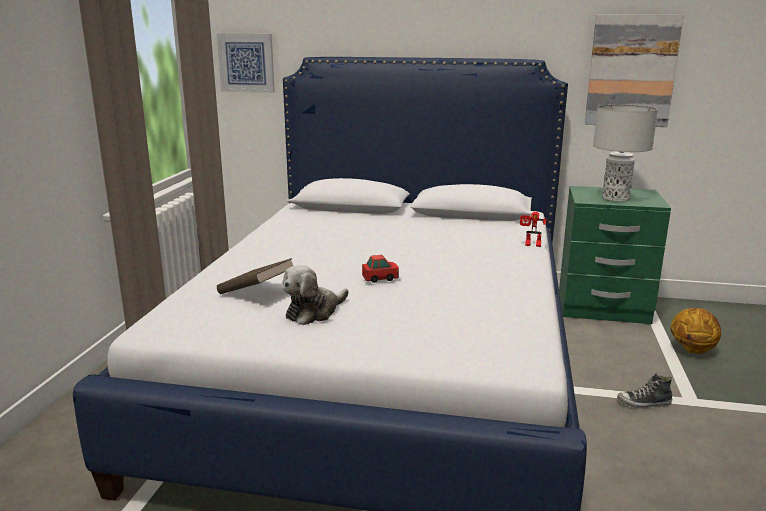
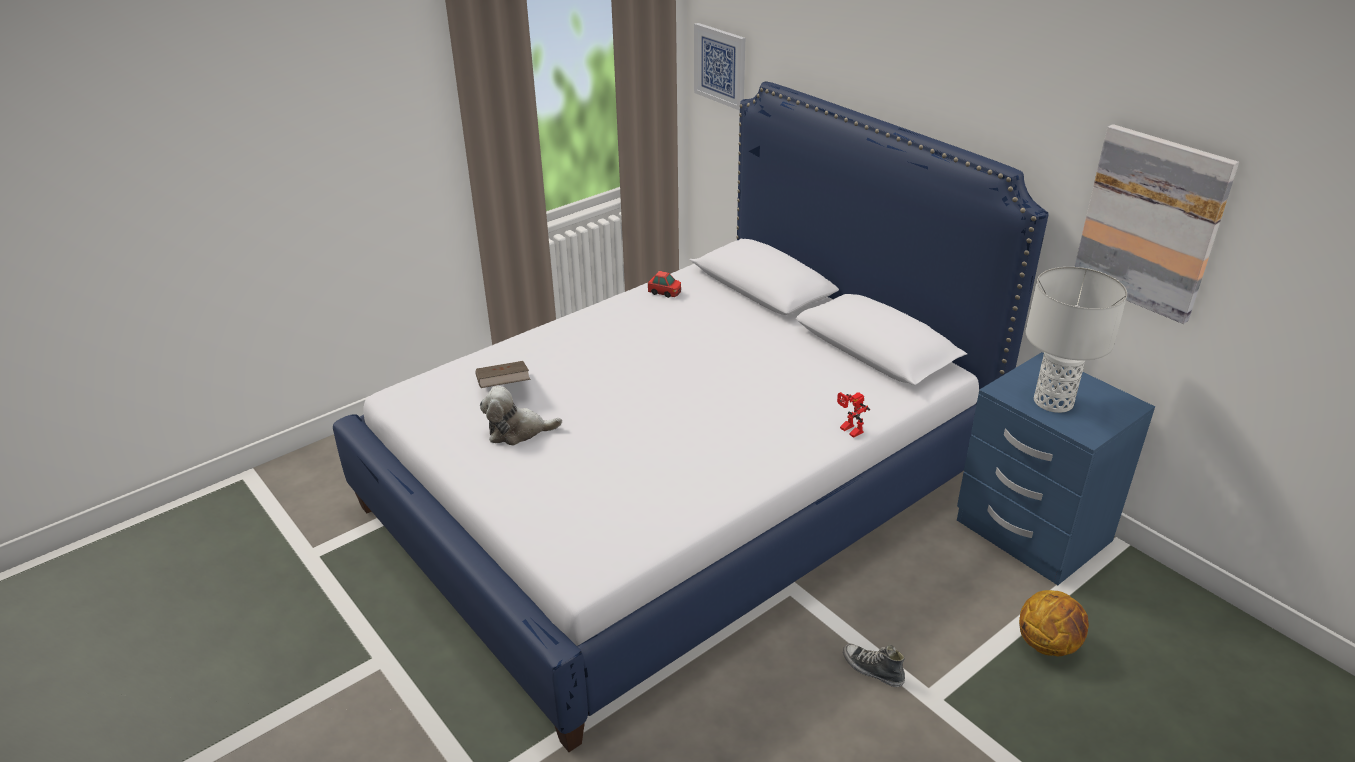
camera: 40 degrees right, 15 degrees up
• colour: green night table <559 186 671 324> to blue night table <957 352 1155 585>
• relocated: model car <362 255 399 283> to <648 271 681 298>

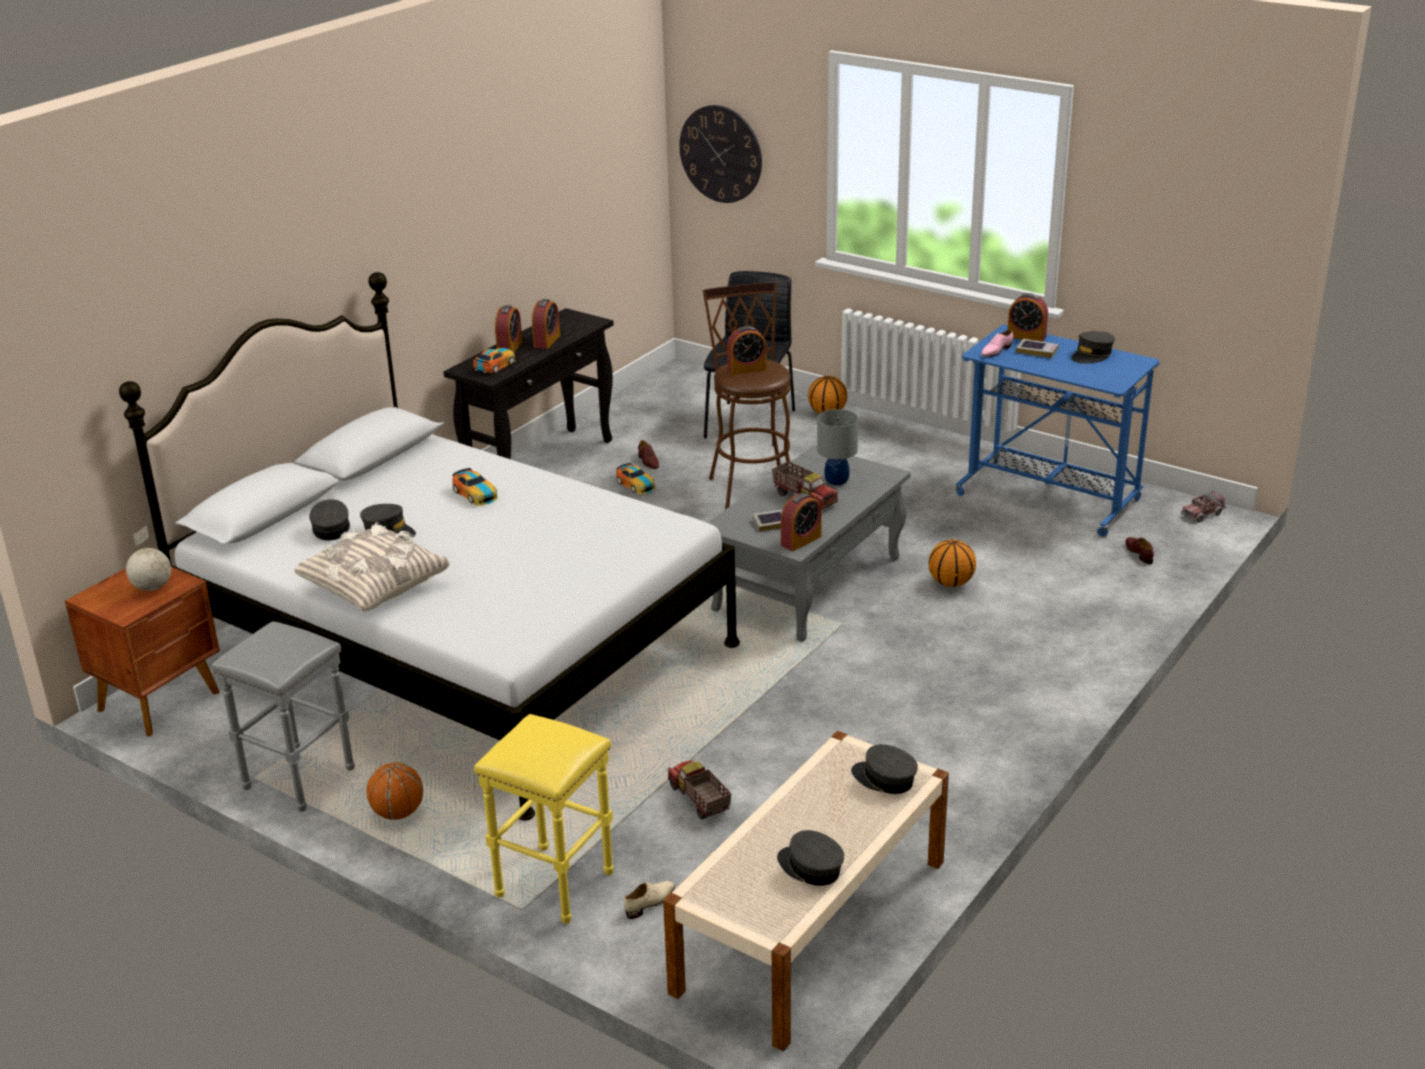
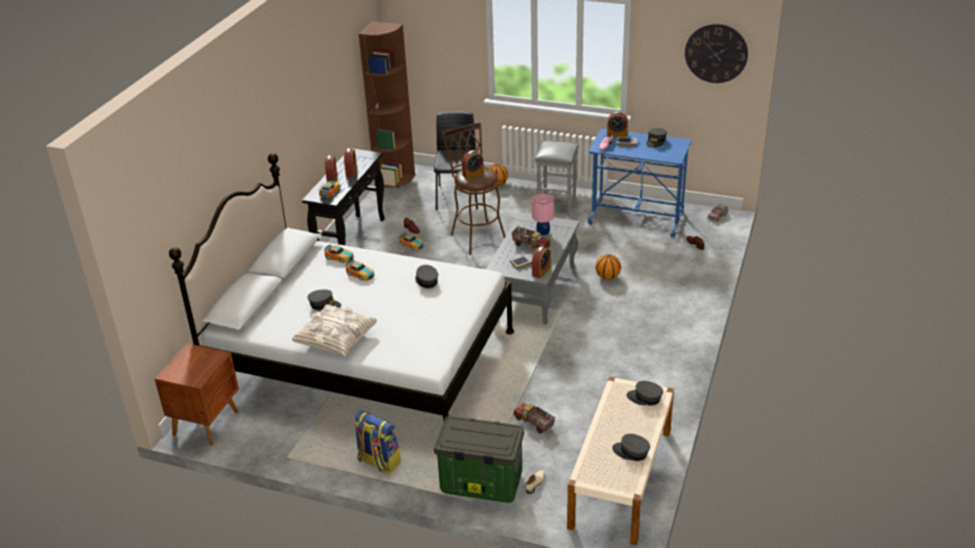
camera: 15 degrees left, 5 degrees up
• relocated: wall clock <679 105 762 203> to <685 24 748 83>
• colour: greyish lamp for a table <817 409 858 485> to pink lamp for a table <532 194 554 235>
• relocated: greyish peaked cap <309 499 350 541> to <415 265 438 288>
• missing: world globe <126 526 171 591>
• relocated: greyish stool seat <212 621 355 812> to <535 141 579 216>
• exchanged: yellow-coloured stool seat <474 714 614 924> to storage container <434 416 524 503>
• exchanged: basketball ball <367 762 423 820> to knapsack <354 410 401 474>
• appeared: brownish bookcase <359 21 415 188>
• appeared: model car <324 245 354 263>

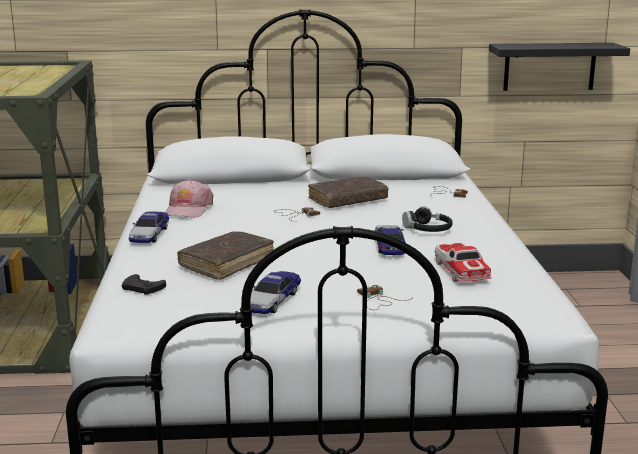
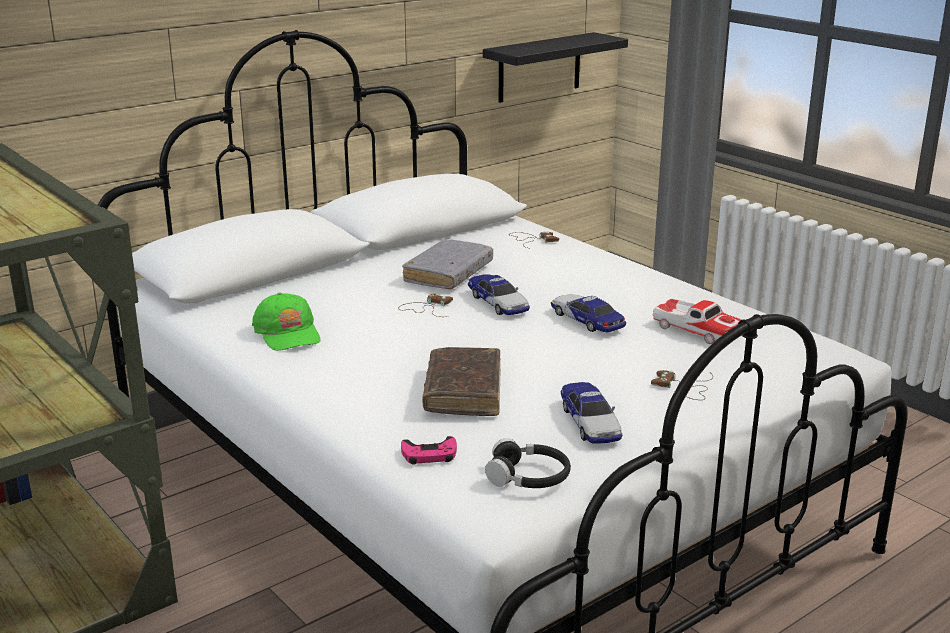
camera: 35 degrees left, 5 degrees up
• colour: brownish bound book <308 176 389 208> to greyish bound book <402 239 493 289>
• colour: pink peaked cap <165 179 213 218> to green peaked cap <252 292 321 351>
• relocated: black pair of headphones <402 207 453 232> to <485 438 571 488>
• relocated: model car <129 212 169 243> to <468 274 530 315>
• colour: black joypad <122 274 166 295> to pink joypad <401 436 457 464>

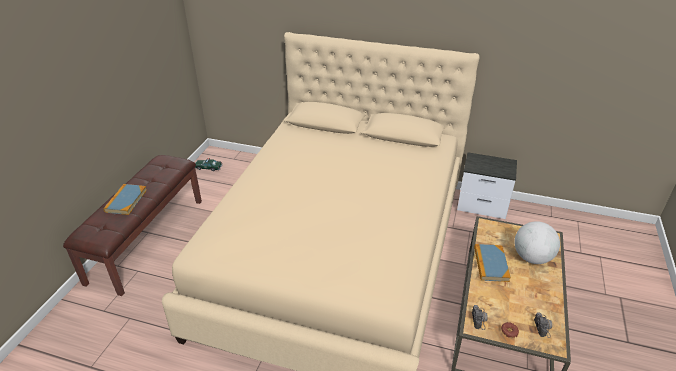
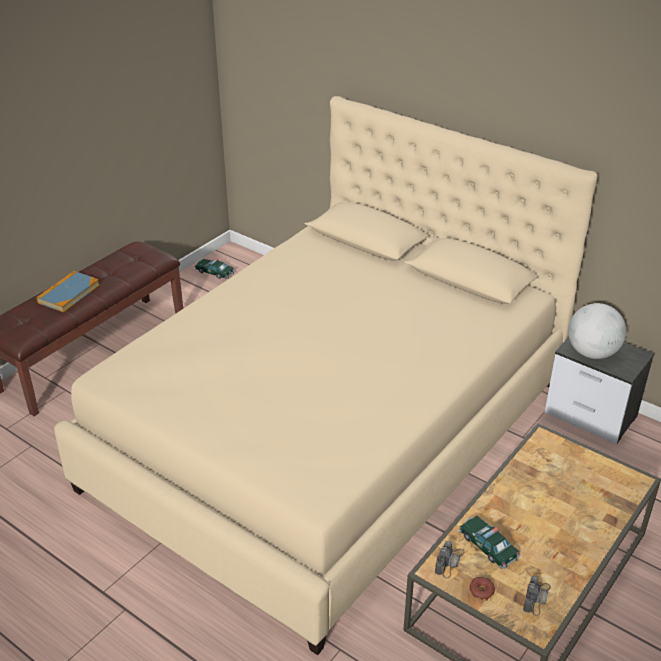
camera: 20 degrees right, 0 degrees up
• relocated: world globe <514 221 560 264> to <568 303 626 359>
• missing: bound book <474 244 511 282>
• appeared: model car <459 516 520 569>

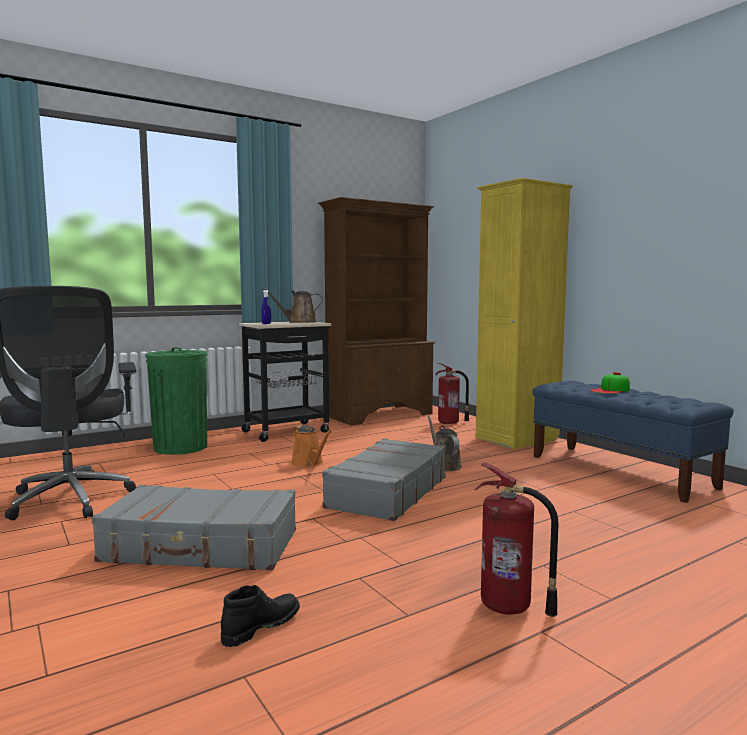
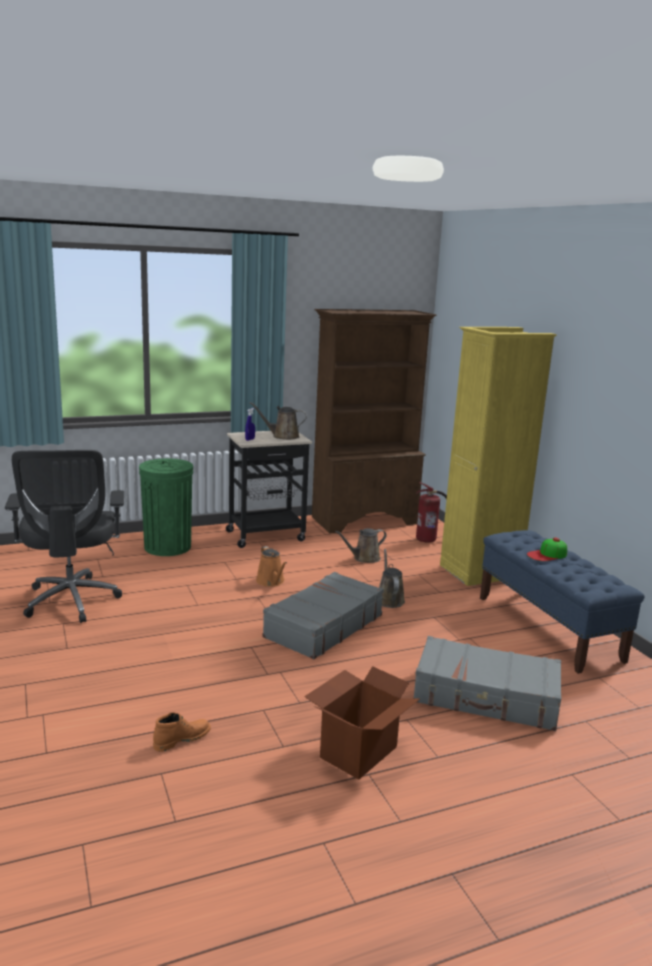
camera: 10 degrees right, 10 degrees up
• exchanged: fire-fighting cylinder <475 462 558 617> to packing box <304 666 420 779>
• relocated: greyish travel case <92 485 296 571> to <413 636 561 731>
• colour: black boot <221 585 300 647> to orangey boot <153 712 211 752>
• appeared: brownish sprinkling can <335 528 387 563>

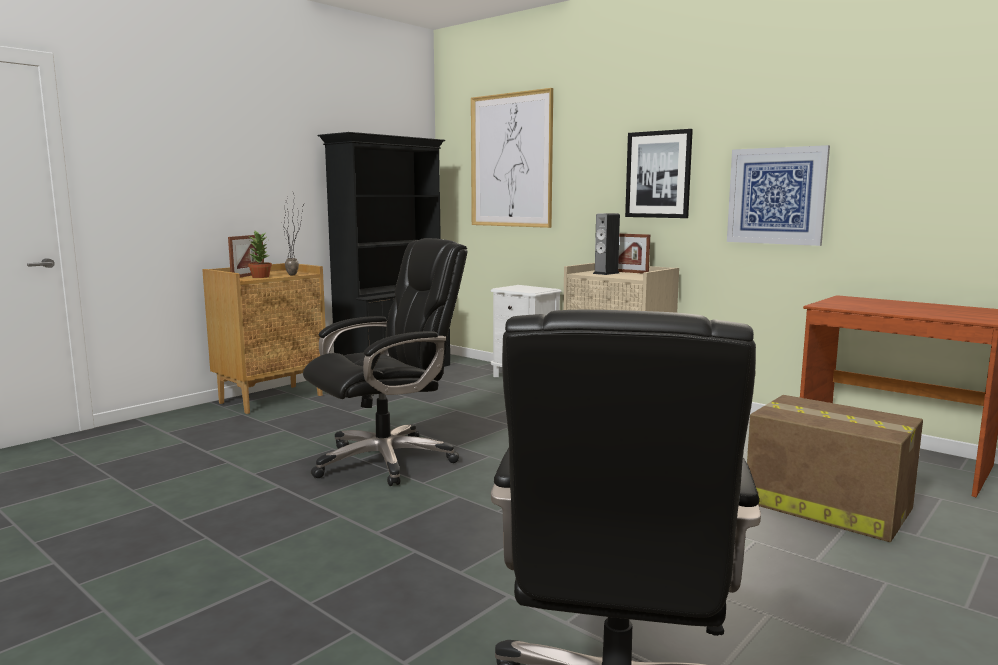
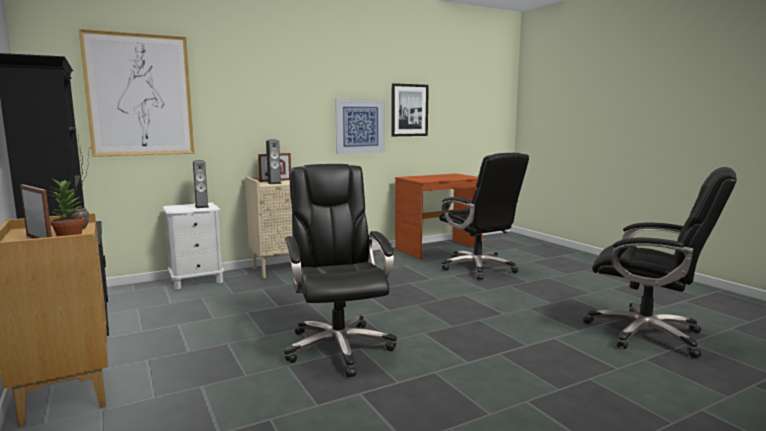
camera: 70 degrees left, 0 degrees up
• relocated: picture <625 129 693 218> to <391 83 429 136>
• exchanged: packing box <747 395 923 542> to black desk chair <439 153 529 280>
• appeared: audio speaker <193 160 209 208>

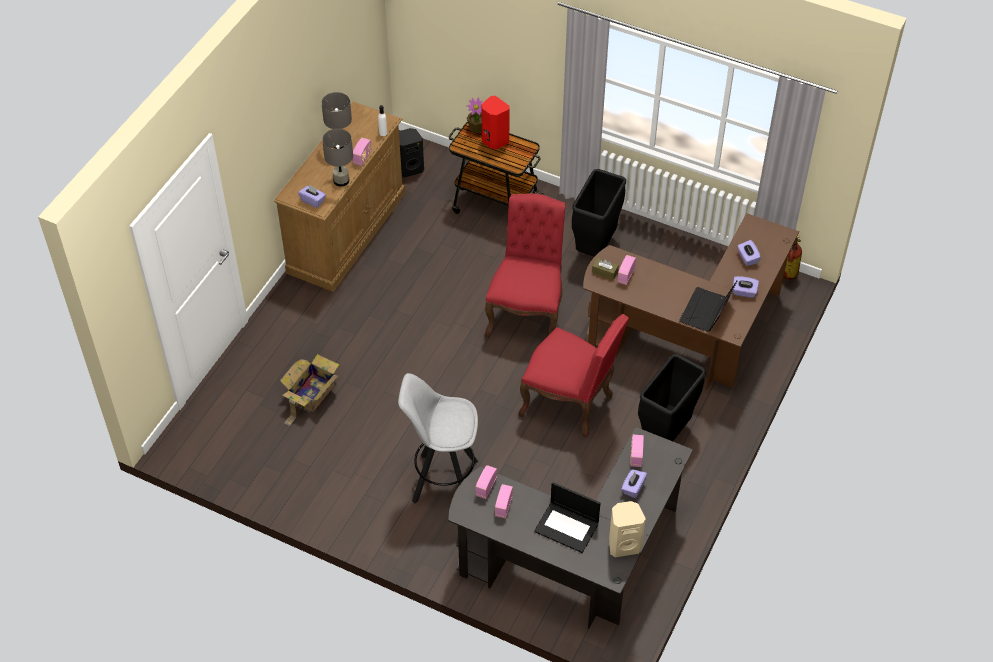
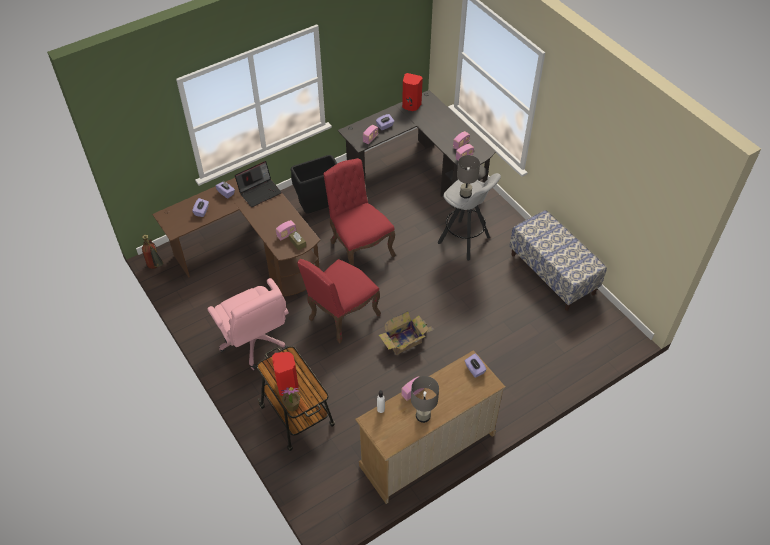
camera: 150 degrees left, 0 degrees up
• missing: black audio speaker <399 128 424 177>
• relocated: greyish lamp for a table <322 129 353 187> to <457 155 480 199>
• exchanged: black waste bin <572 169 626 257> to pink desk chair <208 278 289 371>
• relocated: packing box <280 354 339 426> to <379 311 434 355>
• missing: portable computer <534 482 600 553>
• colour: beige audio speaker <609 501 646 558> to reddish audio speaker <402 73 423 111>
• appeared: bench <509 210 607 311>

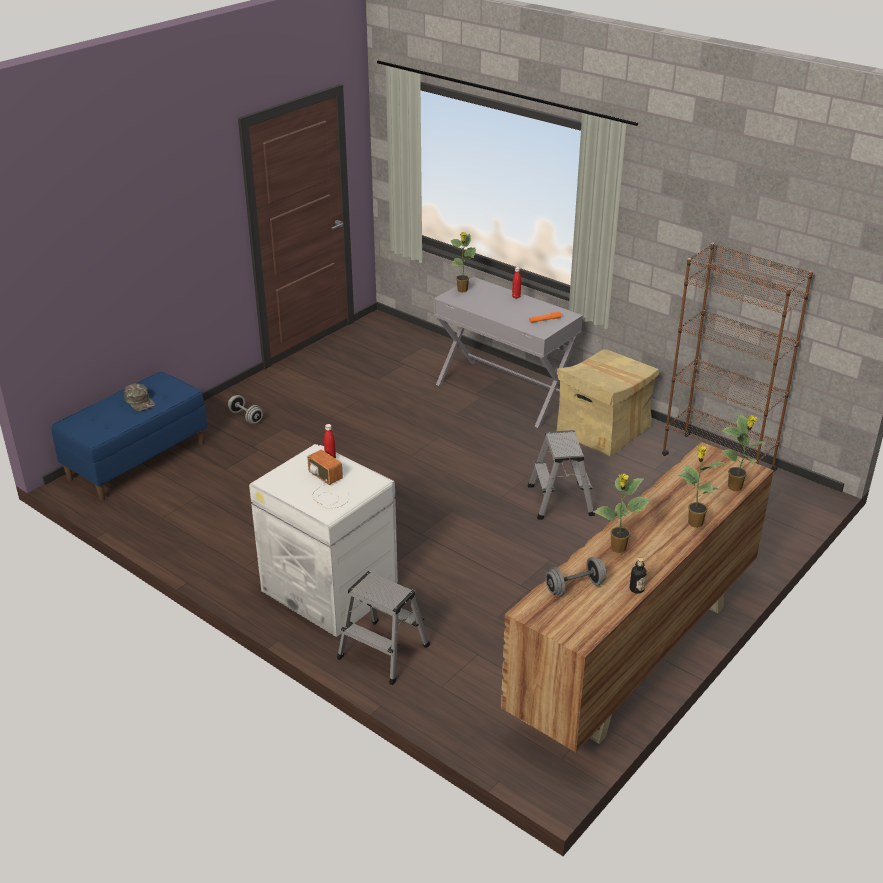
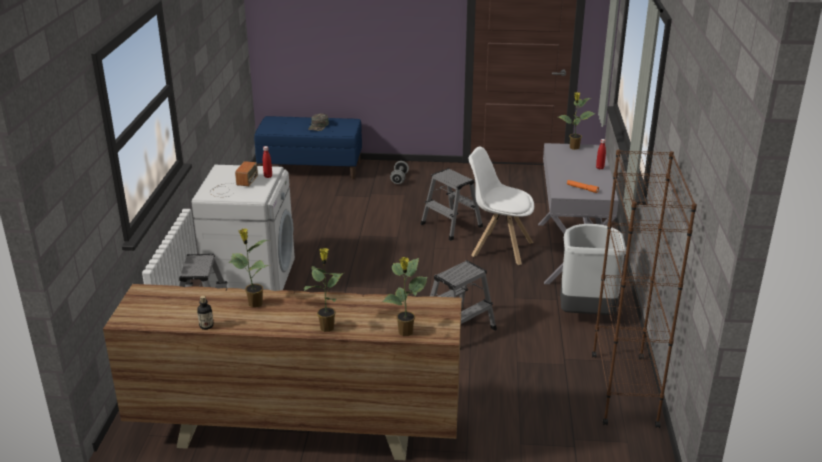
camera: 55 degrees right, 5 degrees down
• exchanged: packing box <557 350 659 456> to greyish waste bin <560 224 626 315>
• missing: greyish hand weight <545 557 607 596>
• appeared: white chair <468 146 534 265>
• appeared: greyish stepladder <420 168 483 241>

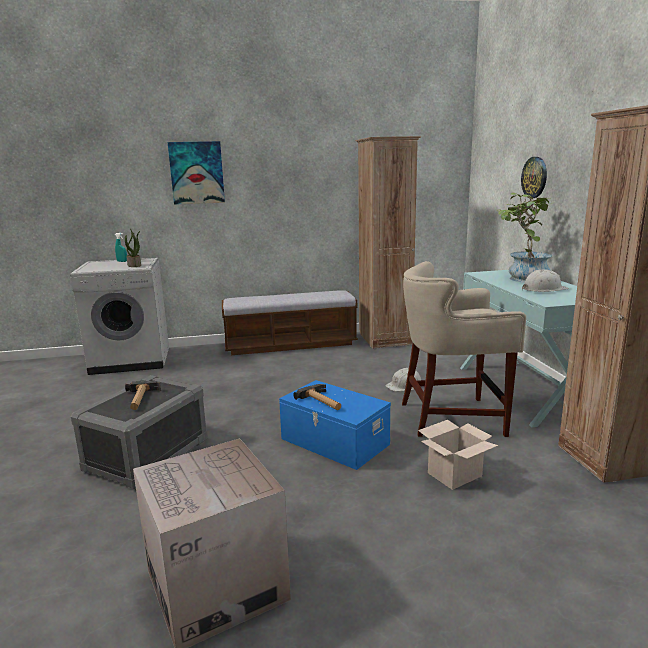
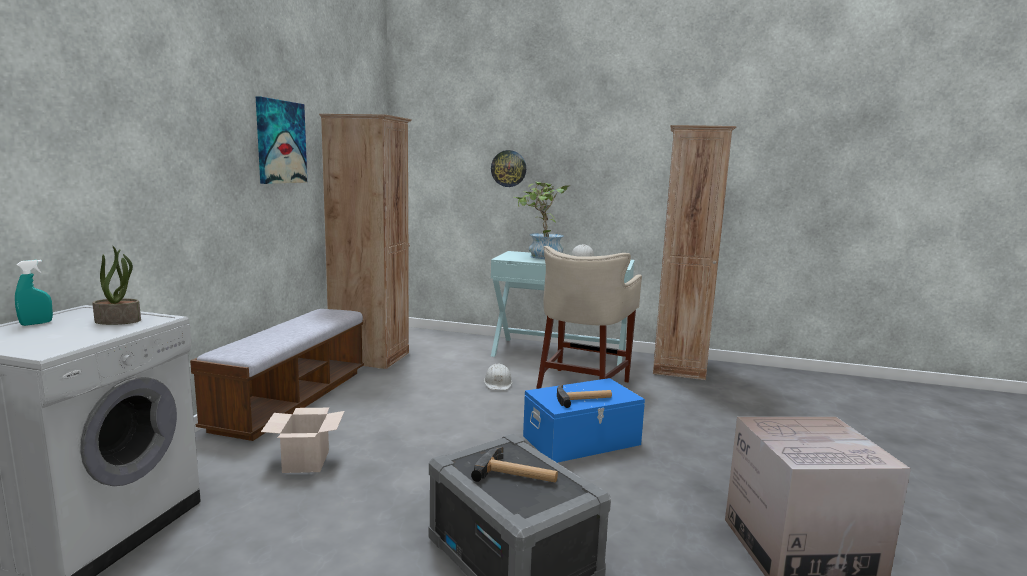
camera: 65 degrees left, 5 degrees down
• relocated: picture <167 141 225 205> to <256 97 307 184>
• relocated: packing box <418 420 498 490> to <261 408 344 473>

